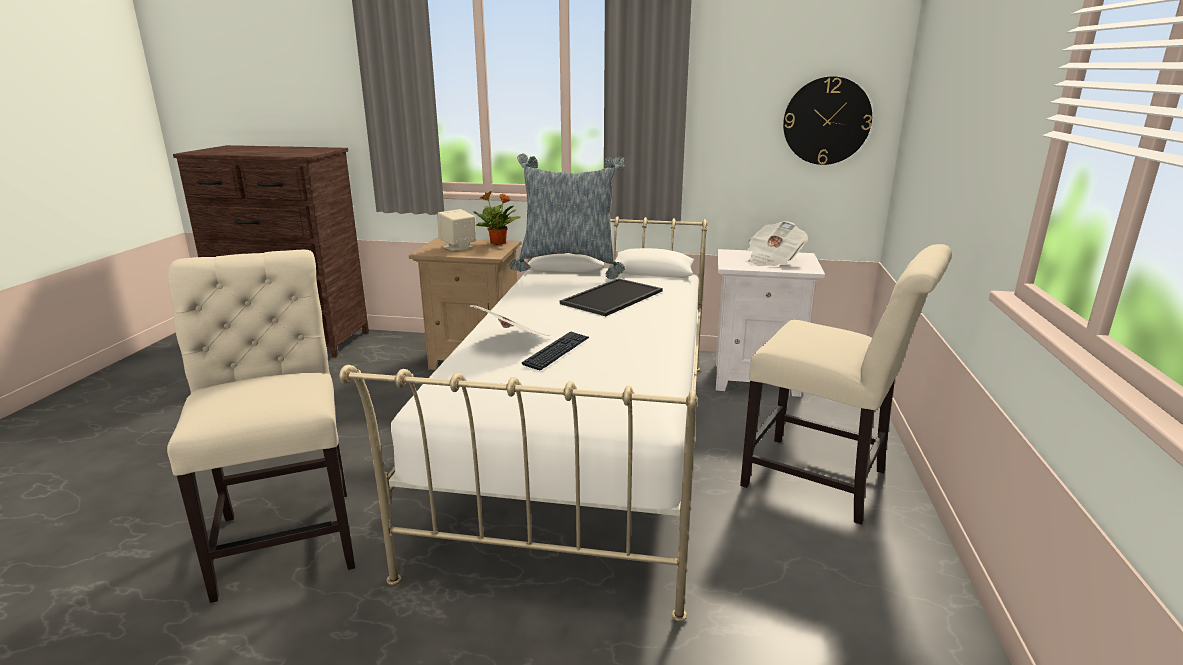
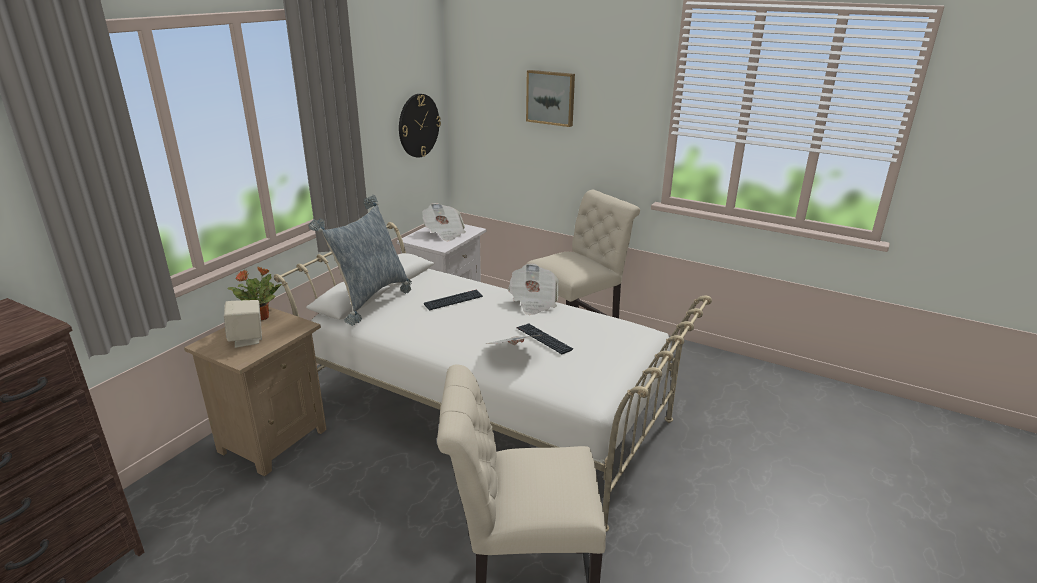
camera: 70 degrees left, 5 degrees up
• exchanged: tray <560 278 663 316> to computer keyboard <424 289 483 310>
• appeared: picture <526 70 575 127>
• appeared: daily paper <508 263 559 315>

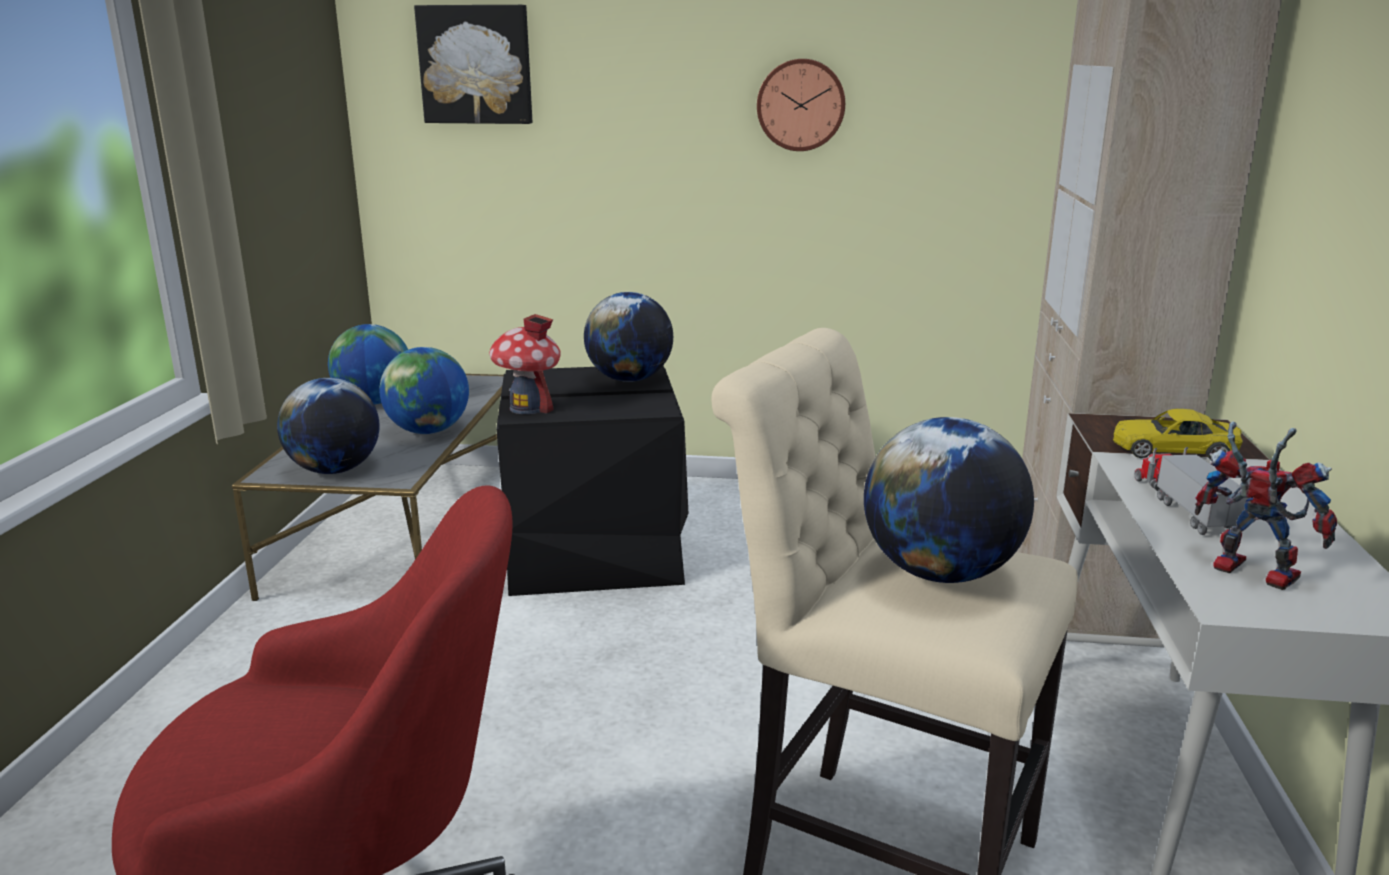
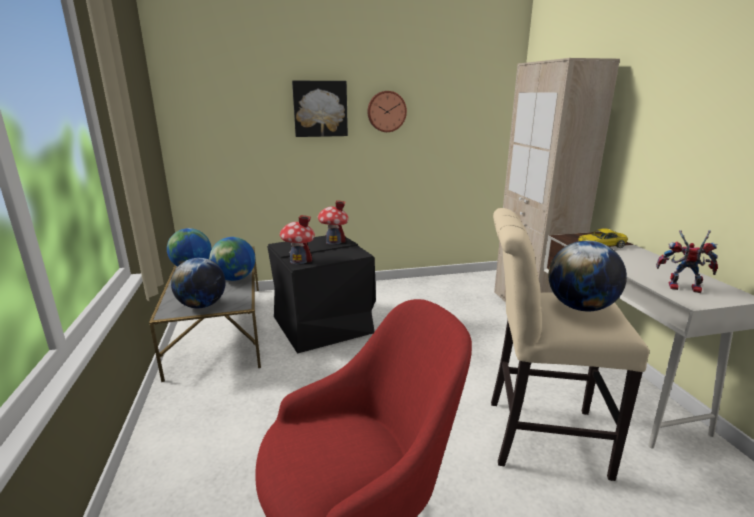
camera: 20 degrees left, 0 degrees up
• relocated: picture <414 5 532 124> to <292 81 348 137>
• exchanged: world globe <584 292 673 382> to model house <318 200 349 245>
• missing: toy lorry <1134 447 1249 535>

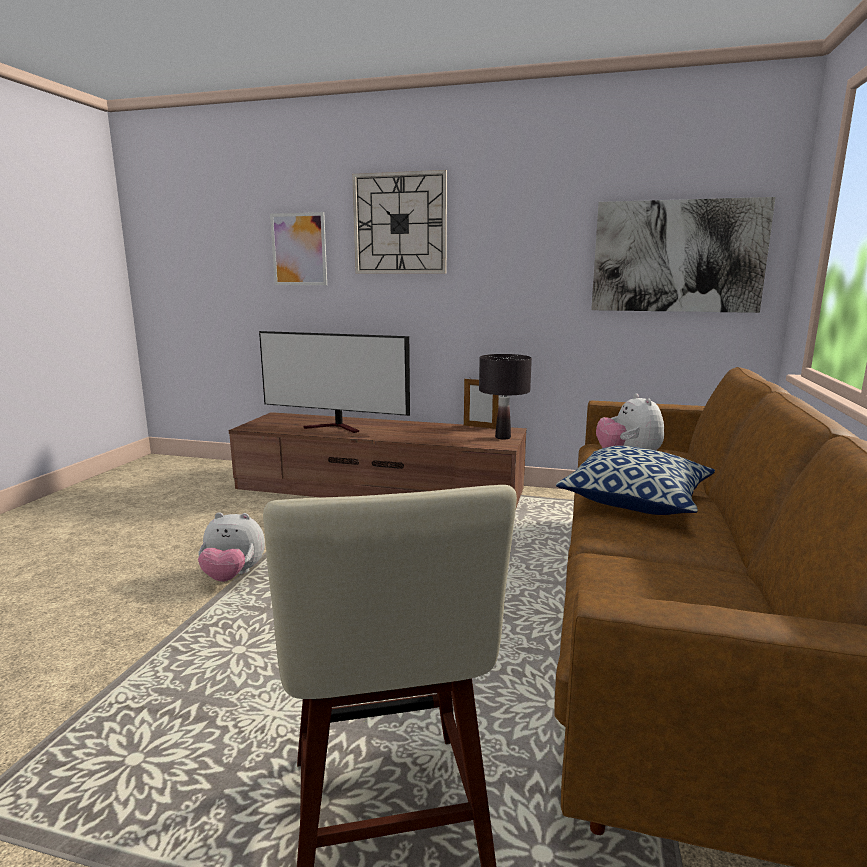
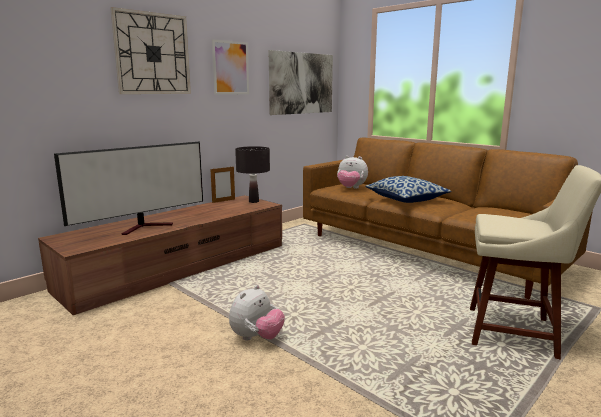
camera: 60 degrees left, 0 degrees up
• relocated: picture <270 212 327 285> to <212 39 249 95>

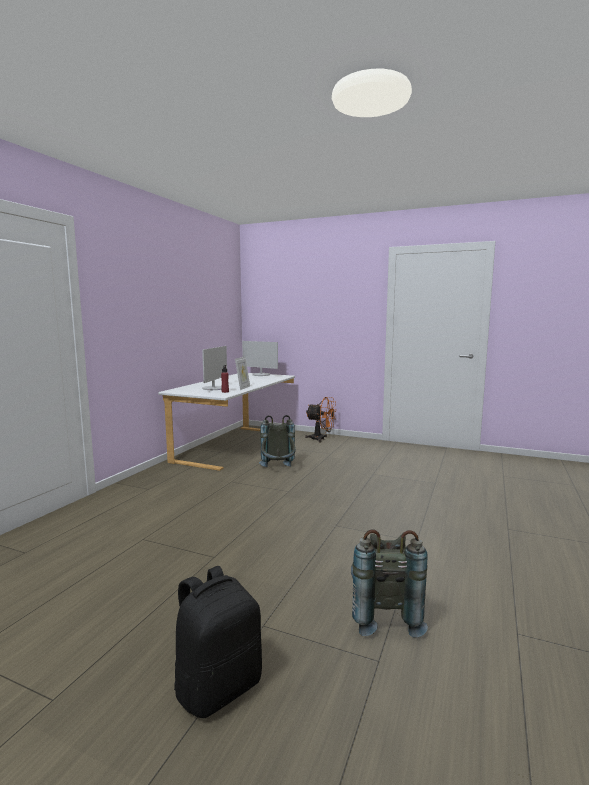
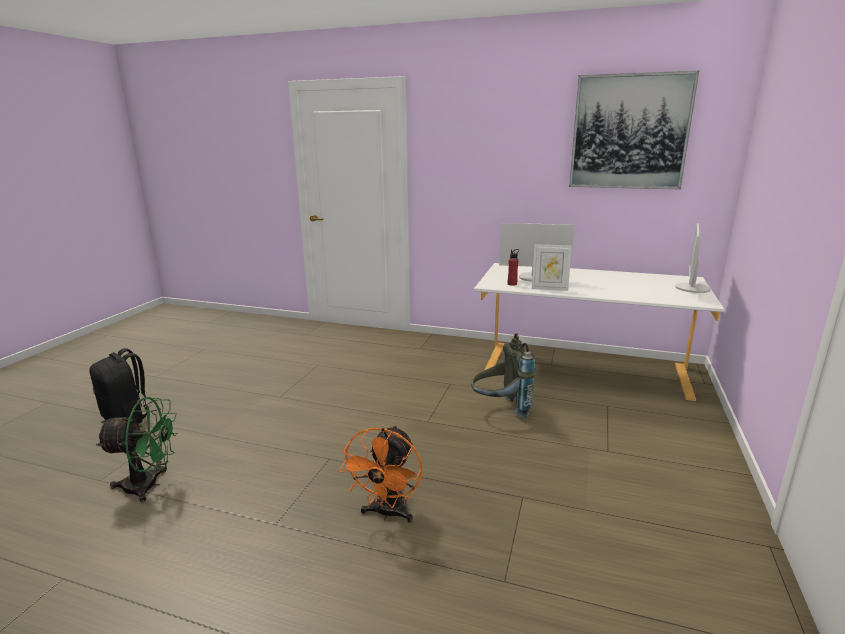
camera: 85 degrees right, 10 degrees up
• relocated: orangey fan <305 397 336 442> to <339 425 423 523>
• exchanged: greyish knapsack <351 529 428 638> to green fan <96 397 178 502>
• appeared: picture <569 71 699 189>

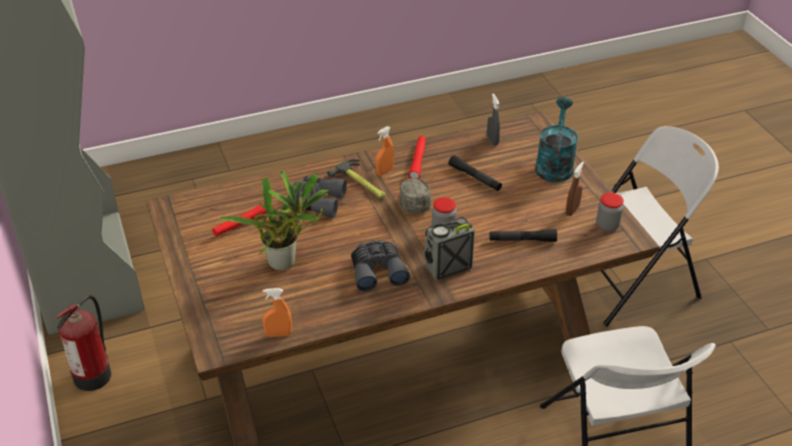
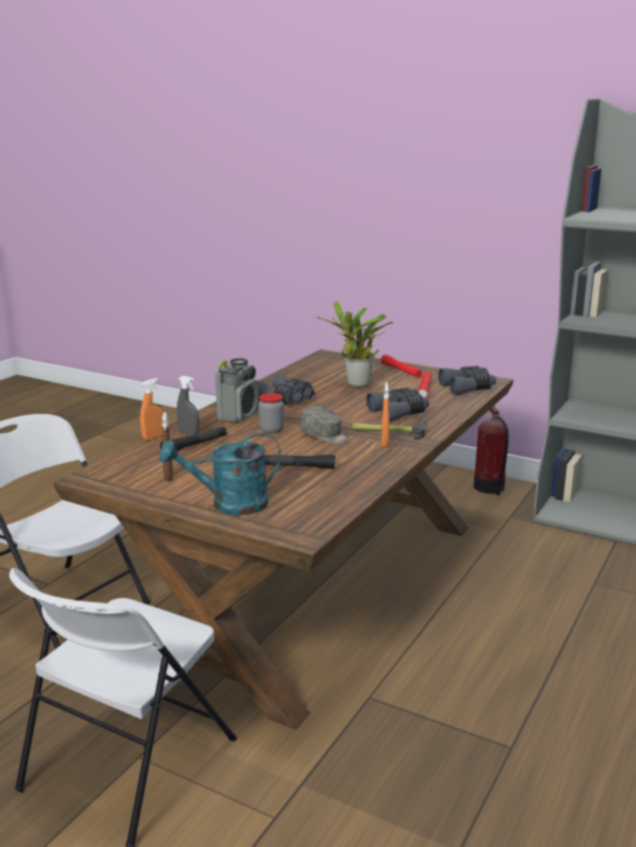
camera: 140 degrees right, 20 degrees down
• relocated: greyish sprayer <487 93 500 146> to <177 376 199 435>
• spun: turquoise sprinkling can <535 97 578 183> = <159 433 281 515> 105 degrees clockwise
• relocated: reddish hand torch <409 136 426 179> to <381 354 422 377>
• missing: jar <596 193 624 232>
• relocated: orangey sprayer <263 288 292 337> to <140 378 163 441>
• appeared: greyish binoculars <438 366 496 395>

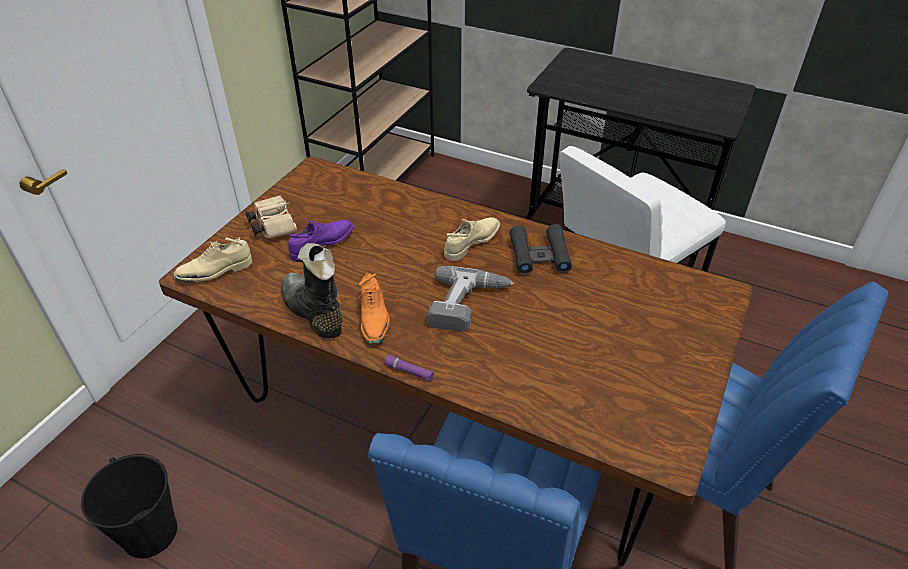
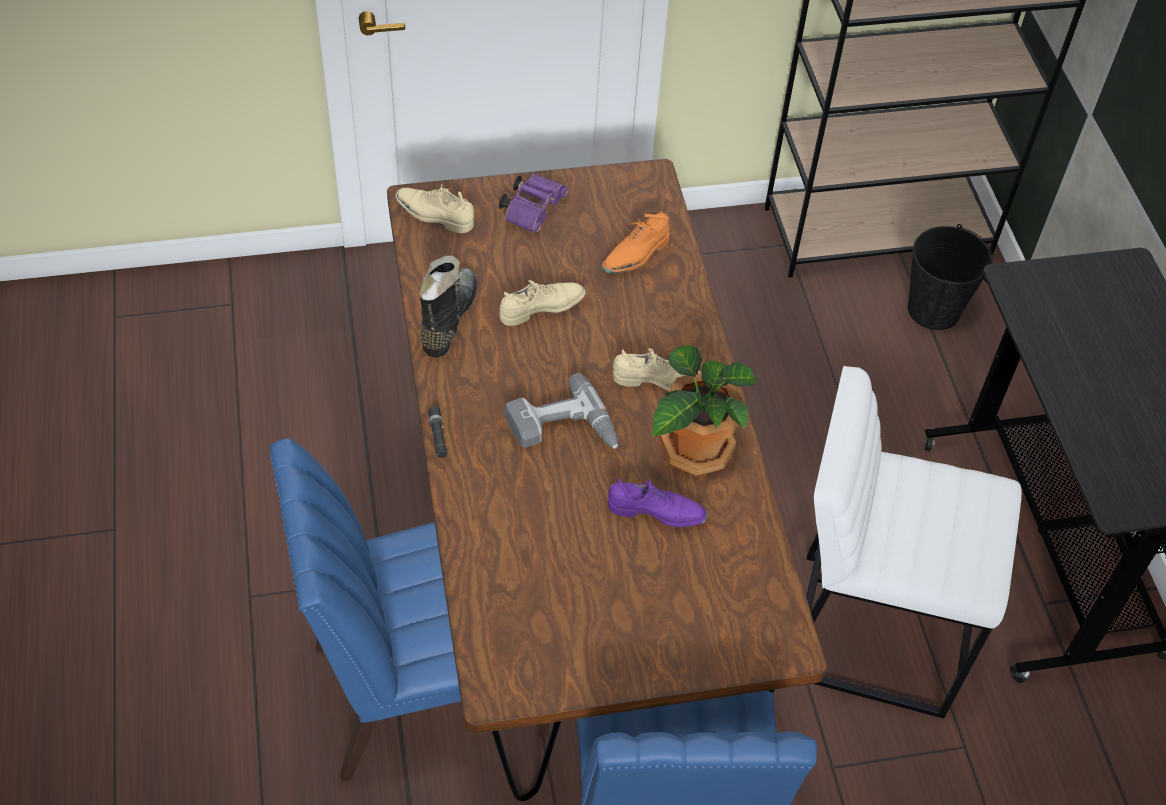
camera: 50 degrees right, 10 degrees up
• colour: beige binoculars <245 195 297 239> to purple binoculars <499 174 568 233>
• relocated: purple item of footwear <288 220 354 262> to <608 478 708 527>
• exchanged: black binoculars <510 224 572 275> to plant in a pot <652 345 758 476>
• relocated: orangey item of footwear <358 273 390 344> to <602 211 669 273>
• colour: purple hand torch <384 355 434 382> to black hand torch <428 406 448 458>
• relocated: black water bucket <81 454 177 558> to <908 224 993 330>
• appeared: beige item of footwear <499 280 586 326>

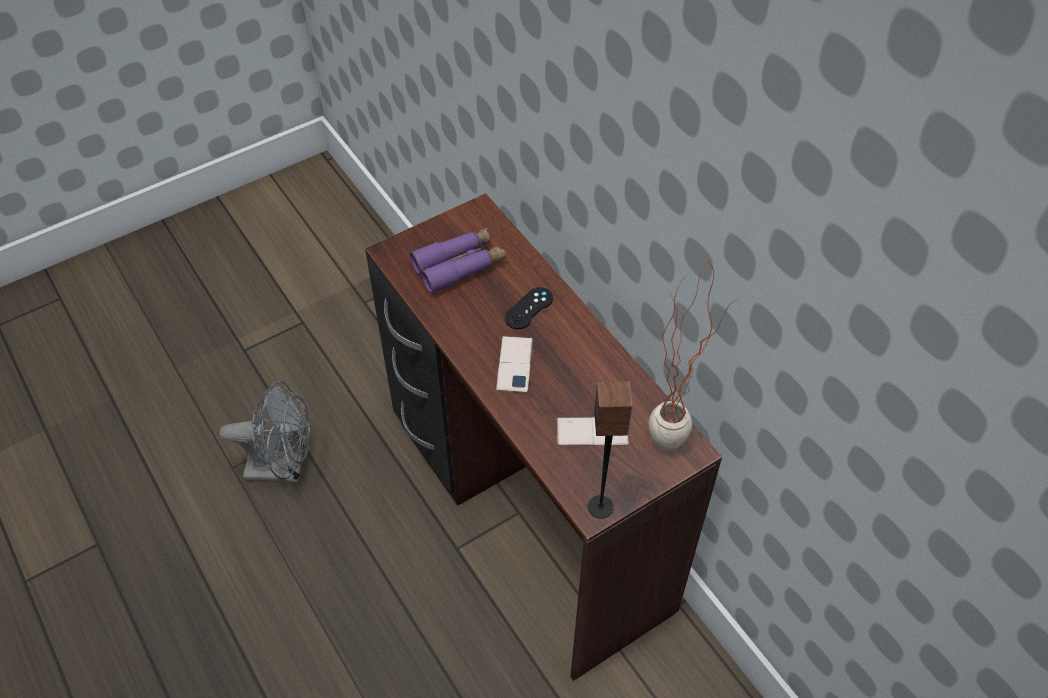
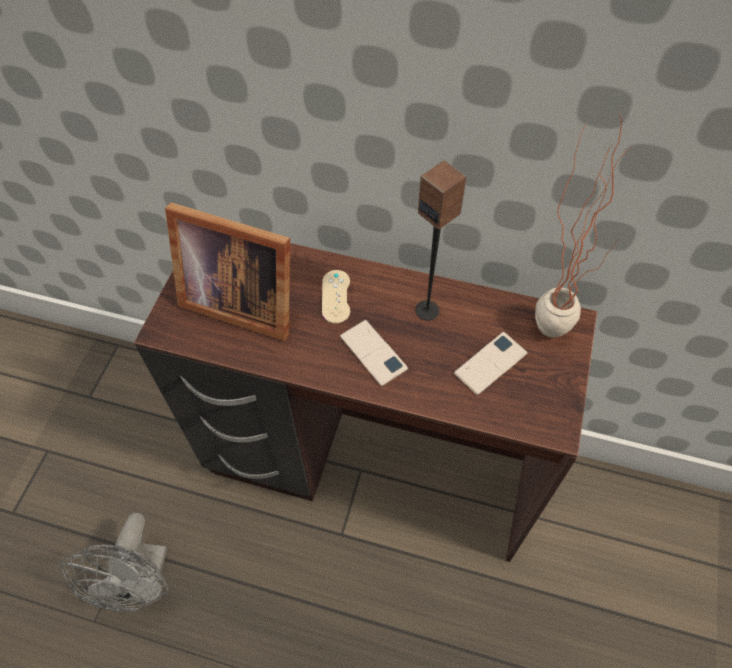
camera: 40 degrees left, 5 degrees up
• exchanged: purple binoculars <410 228 507 294> to picture frame <165 202 290 341>
• colour: black joypad <505 287 553 329> to beige joypad <322 270 350 324>
• spun: greyish fan <220 381 311 483> = <60 513 168 612> 135 degrees clockwise
• relocated: audio speaker <588 381 632 519> to <415 160 467 321>

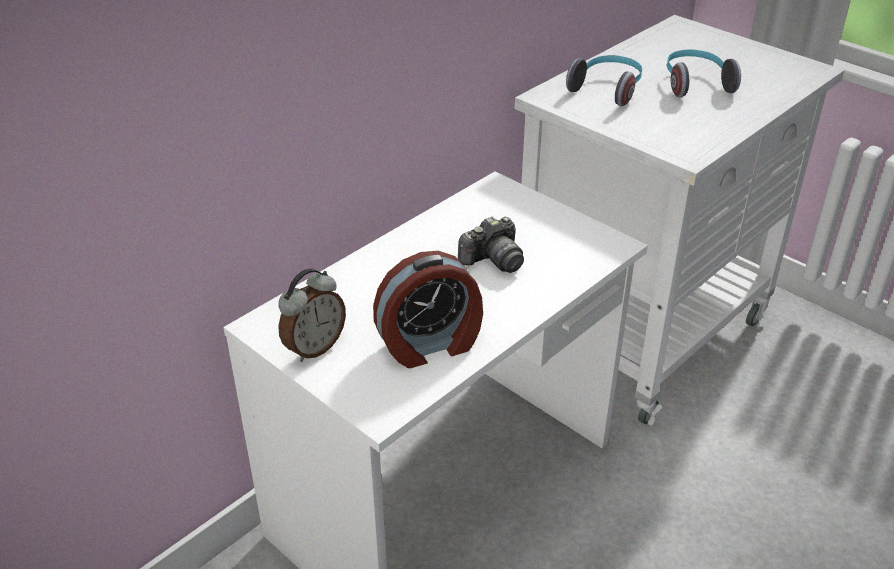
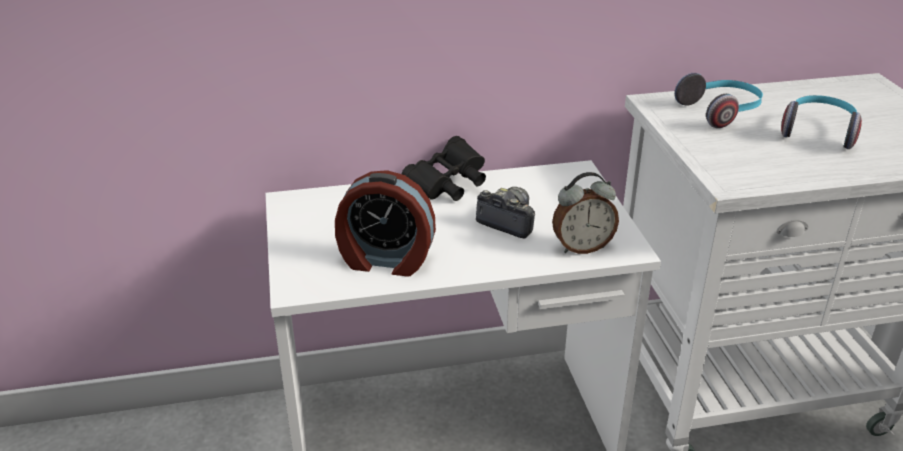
camera: 35 degrees right, 5 degrees down
• spun: still camera <458 216 524 273> = <476 187 535 239> 150 degrees counterclockwise
• relocated: alarm clock <278 268 346 362> to <552 172 619 254>
• appeared: black binoculars <402 136 486 201>

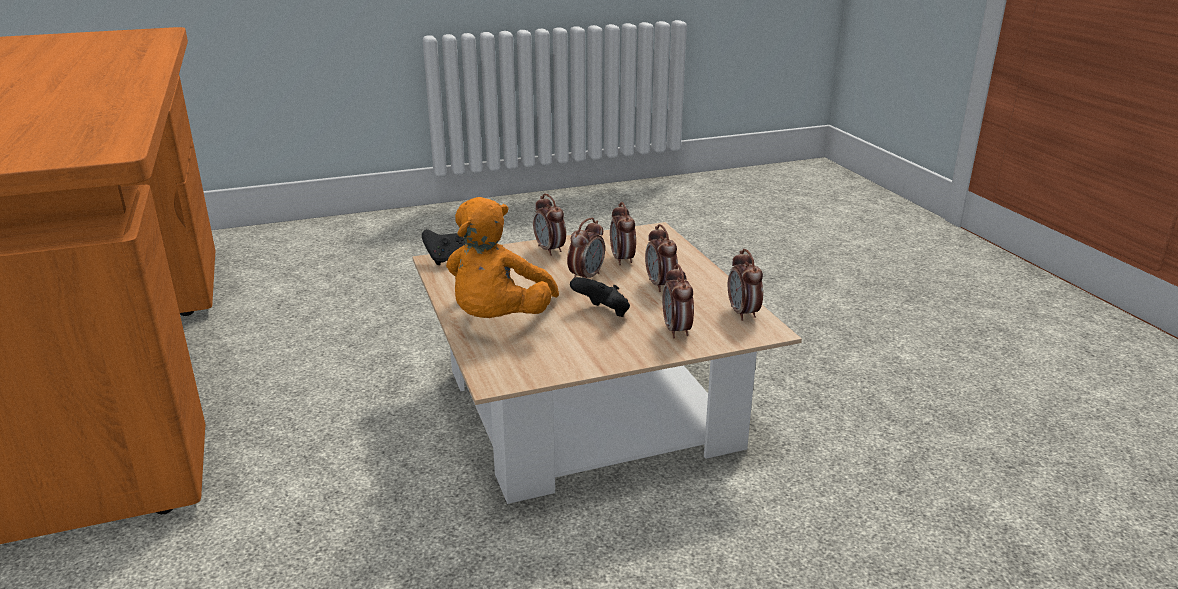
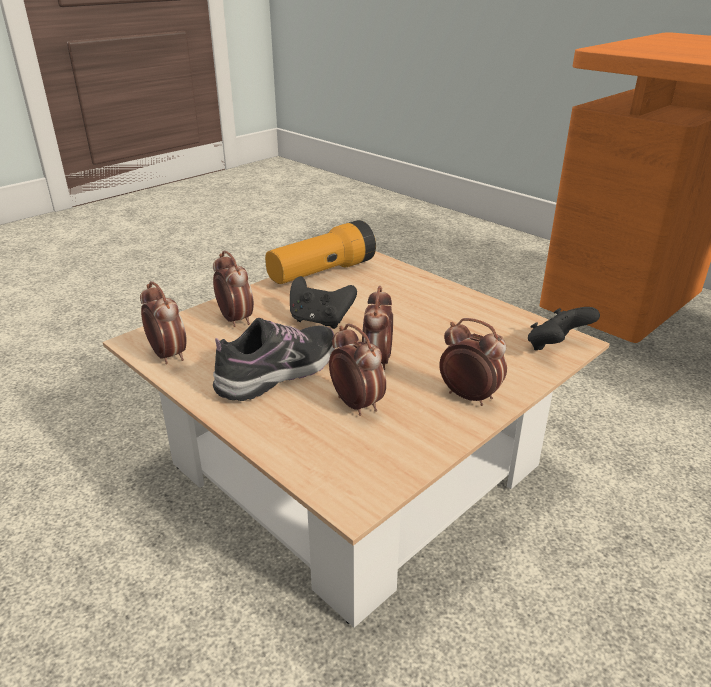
camera: 155 degrees right, 5 degrees up
• missing: orangey cuddly toy <446 197 559 318>
• exchanged: alarm clock <645 224 678 292> to item of footwear <213 318 335 401>
• appeared: hand torch <265 220 376 284>

